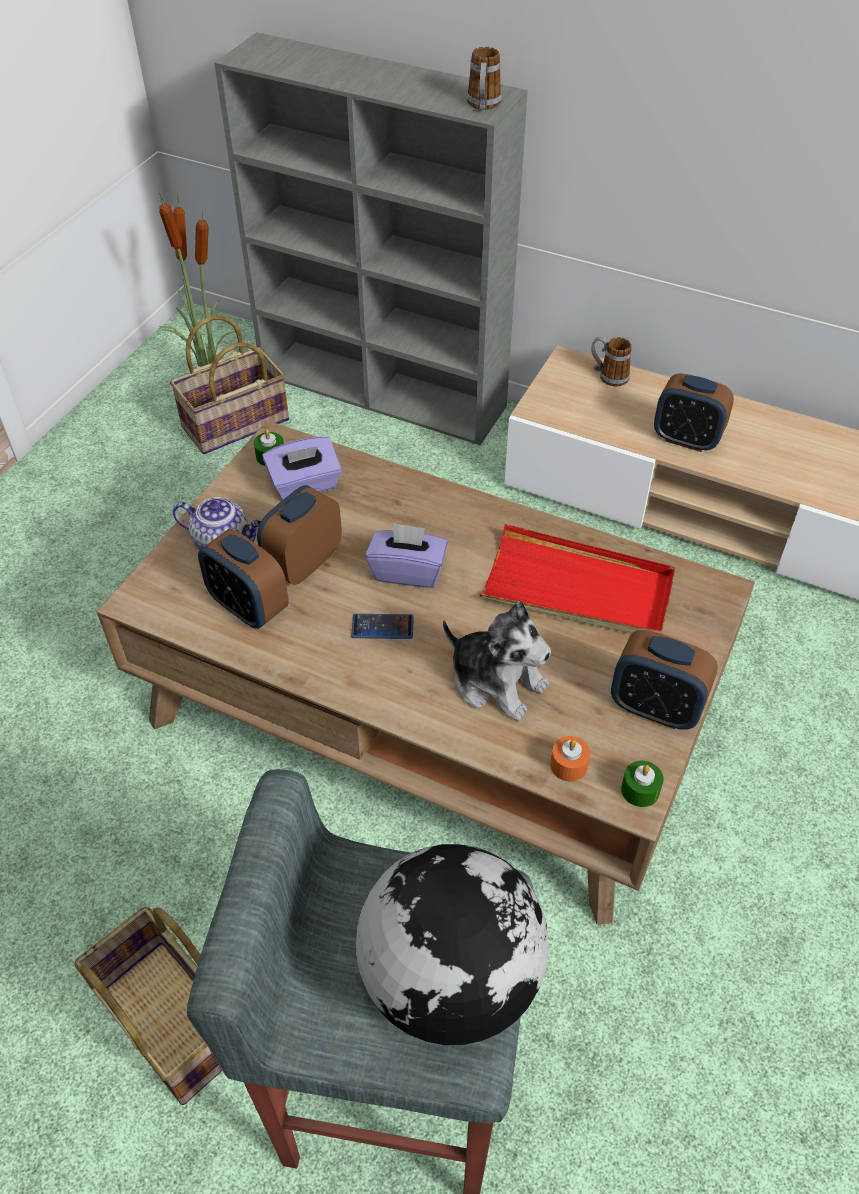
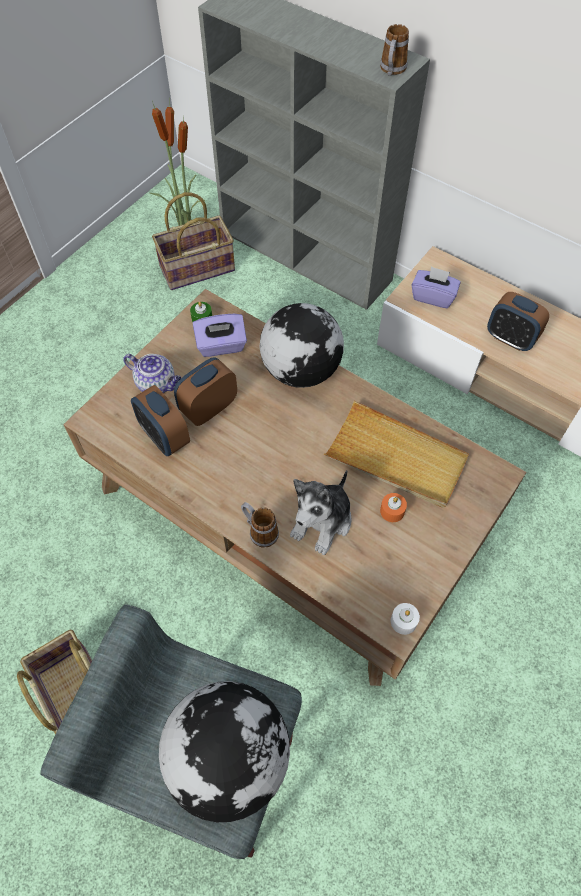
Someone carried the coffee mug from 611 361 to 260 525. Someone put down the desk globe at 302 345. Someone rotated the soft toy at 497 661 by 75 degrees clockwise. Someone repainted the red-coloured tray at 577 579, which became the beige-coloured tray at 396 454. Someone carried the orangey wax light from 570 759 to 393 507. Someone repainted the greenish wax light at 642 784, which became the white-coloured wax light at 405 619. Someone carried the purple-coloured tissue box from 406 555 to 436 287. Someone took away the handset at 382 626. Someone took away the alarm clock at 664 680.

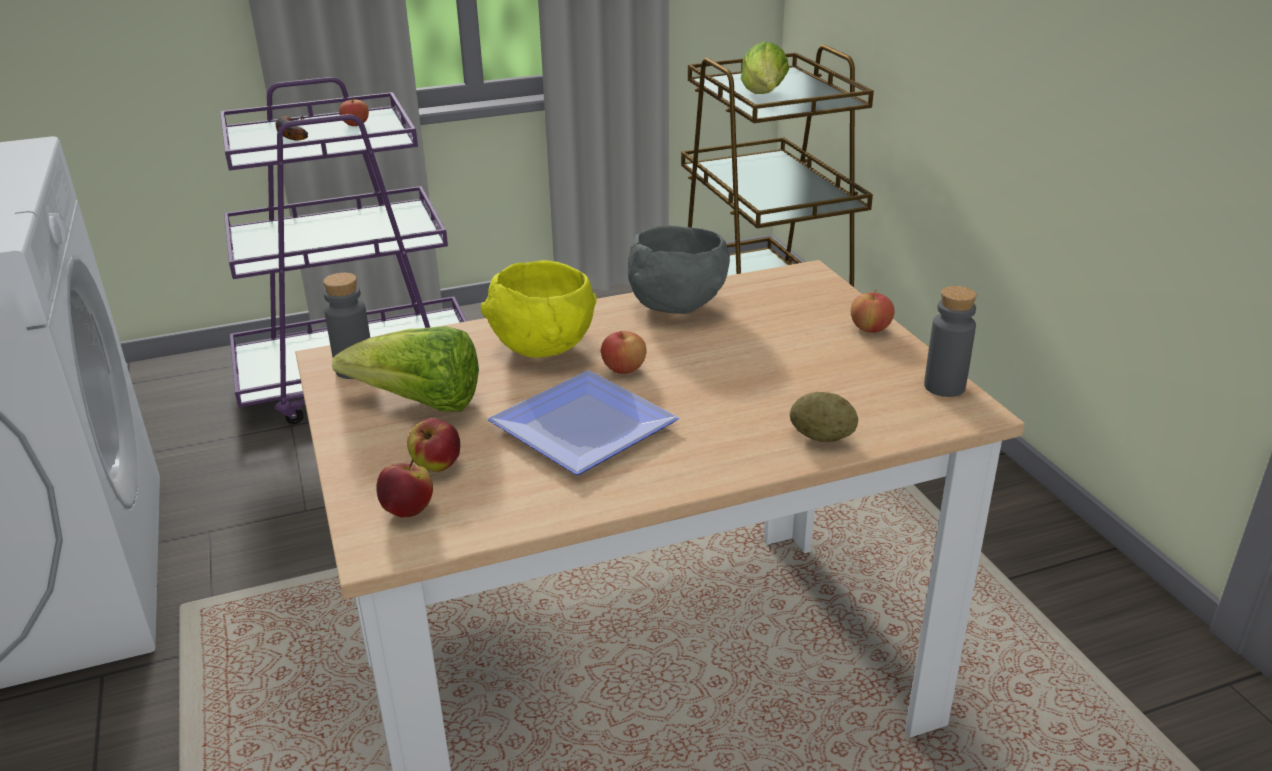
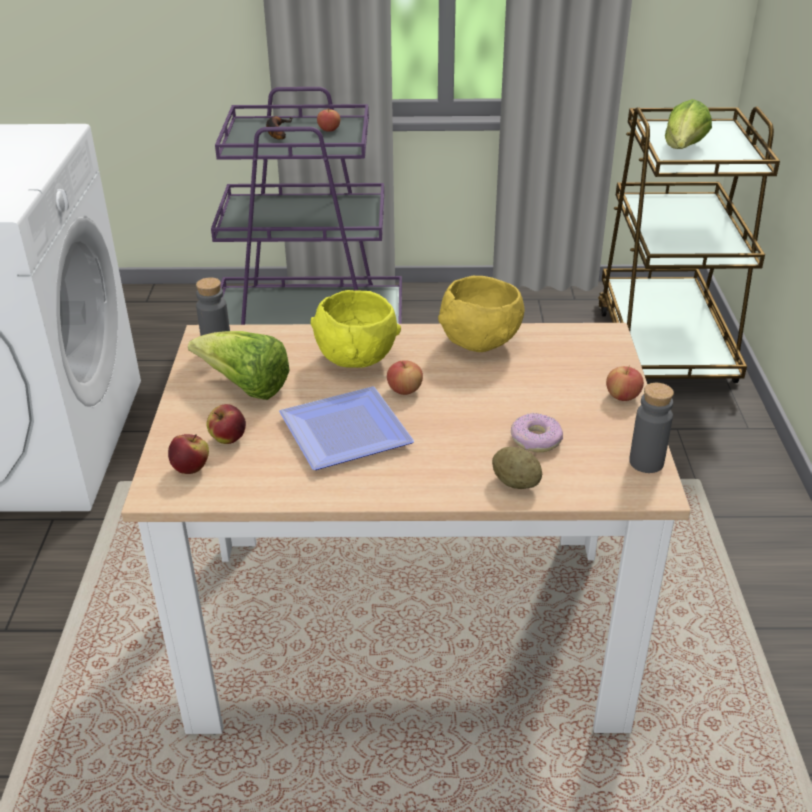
Someone repainted the greyish deep dish at 679 269, which became the yellow deep dish at 481 314. Someone put down the donut at 537 432.

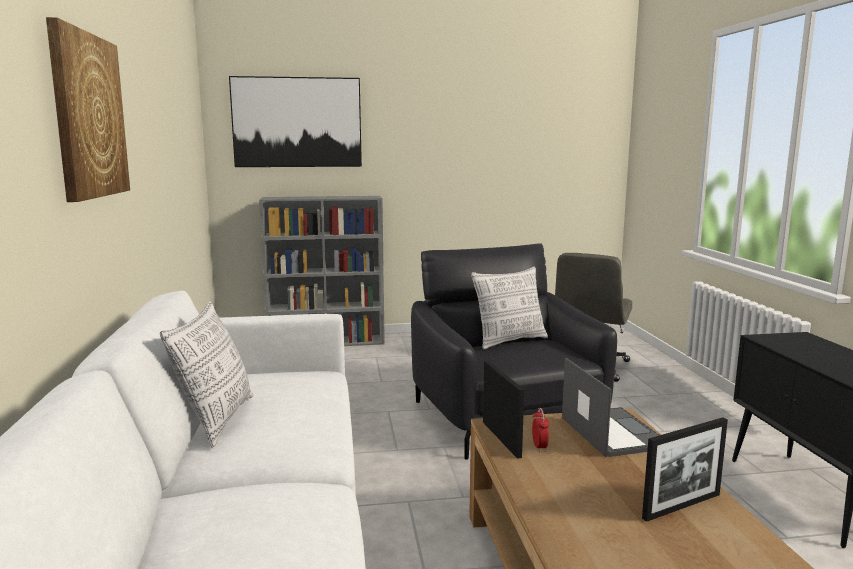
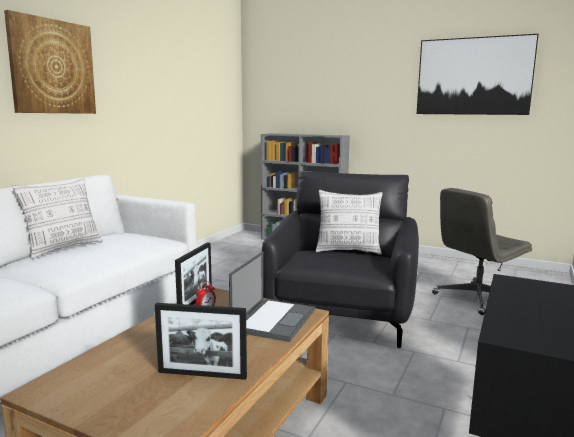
Someone carried the picture from 295 121 to 478 74.

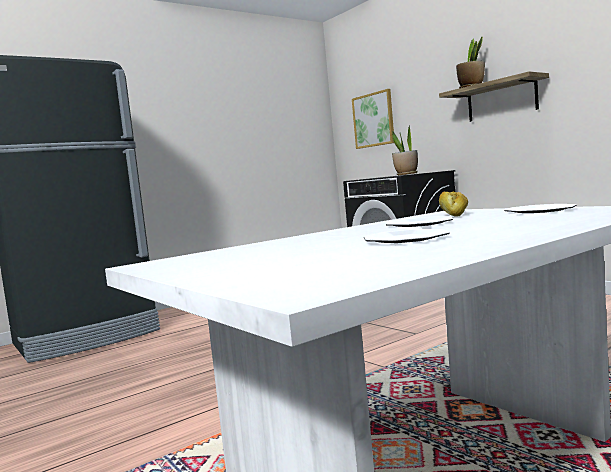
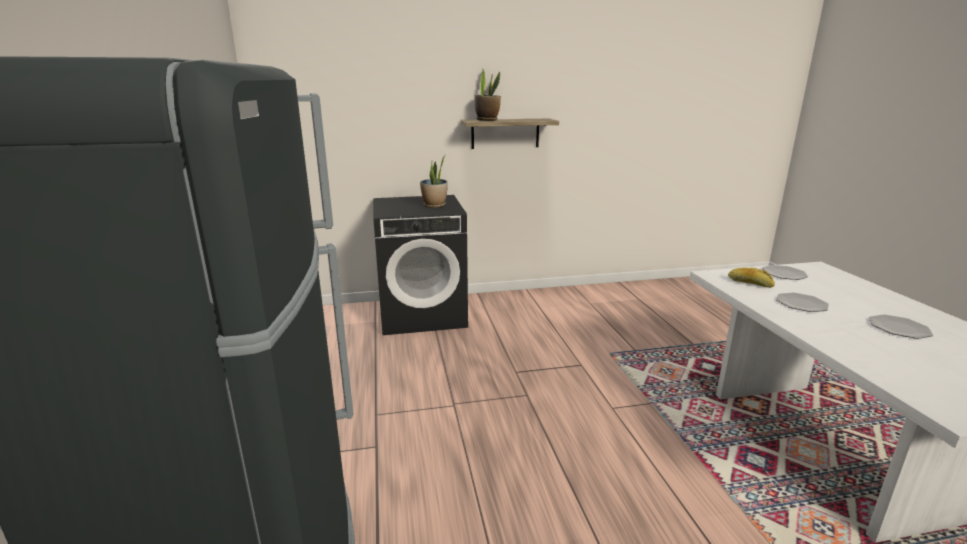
Someone took away the picture at 373 119.

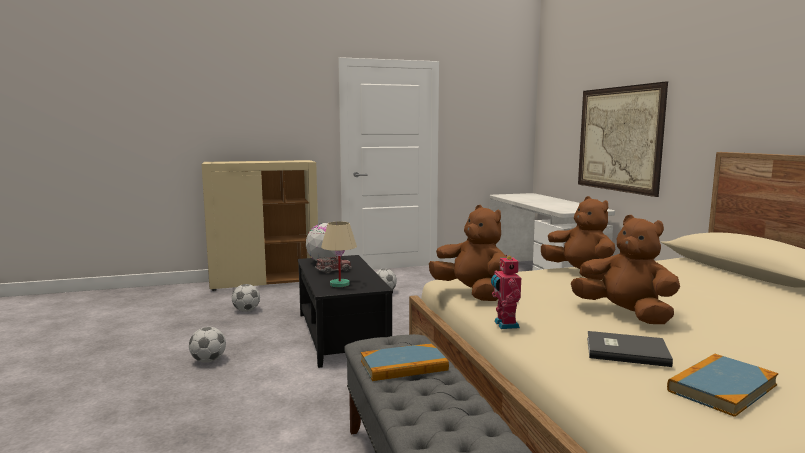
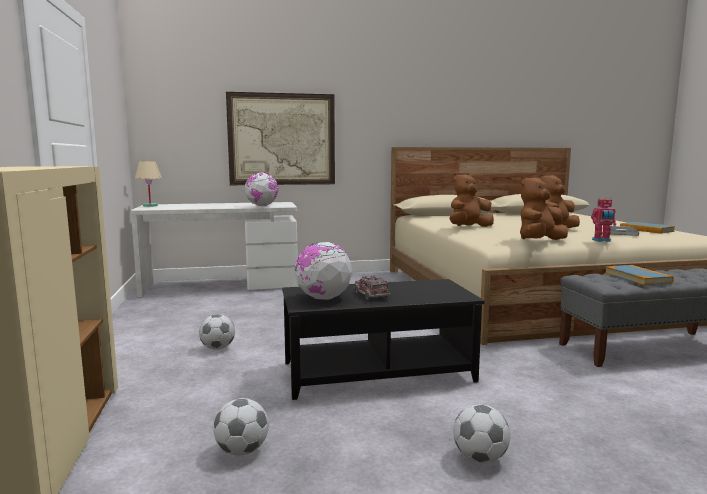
Someone carried the beige-coloured table lamp from 339 254 to 148 184. Someone put down the desk globe at 262 189.

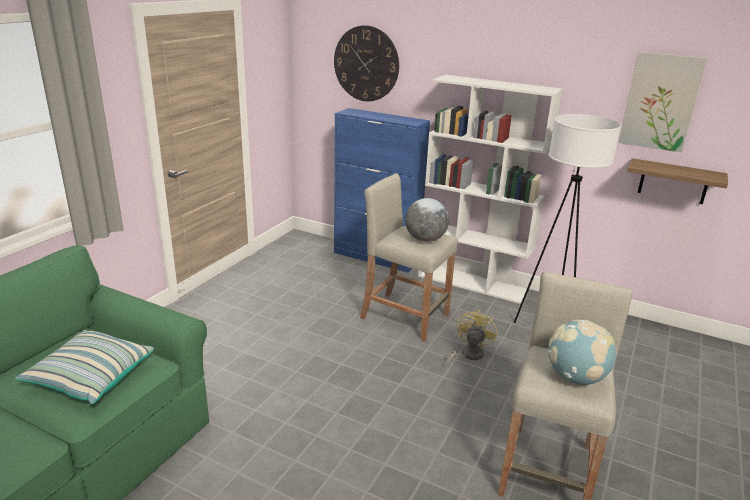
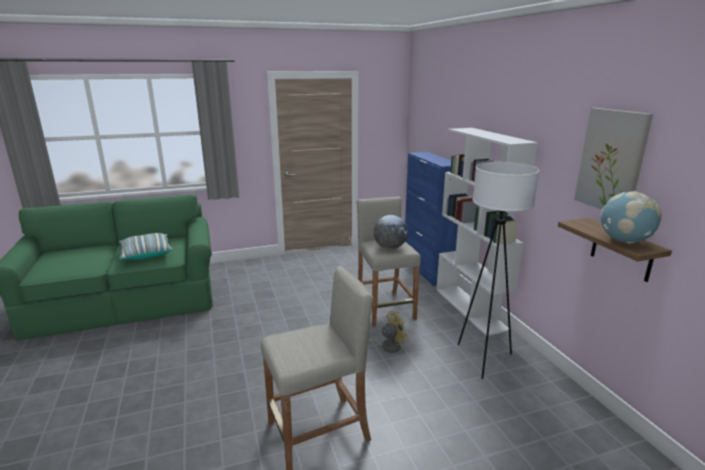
Someone carried the desk globe from 582 352 to 631 217. Someone took away the hanging clock at 366 63.

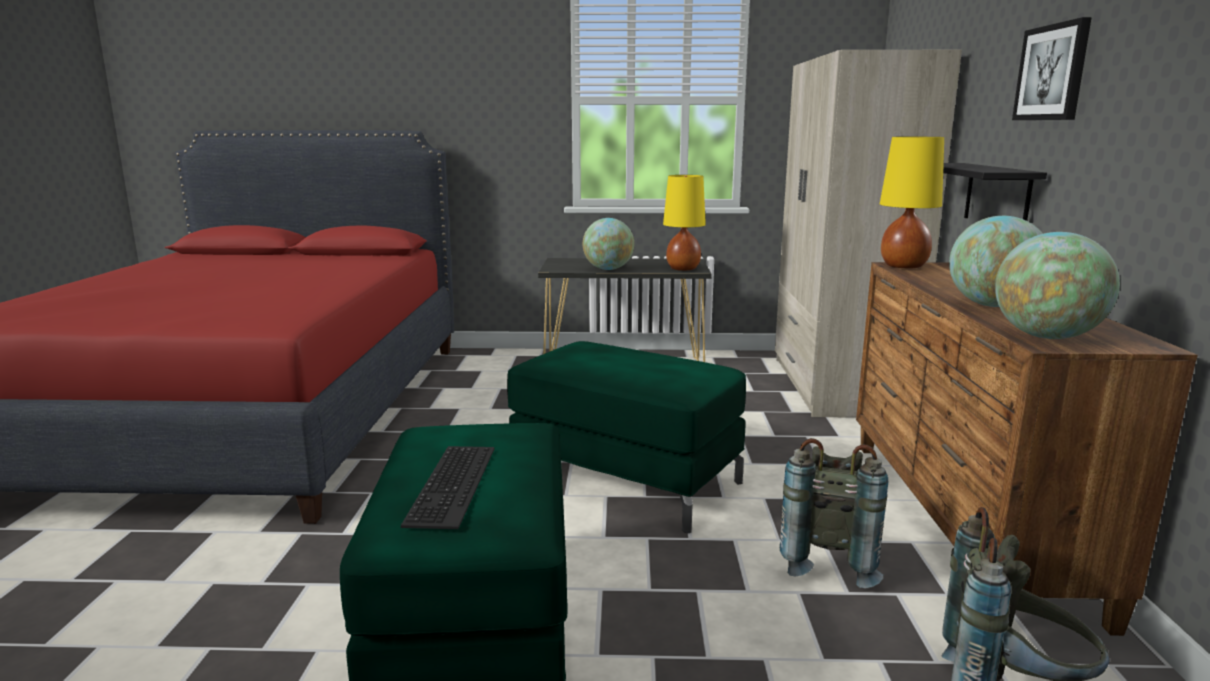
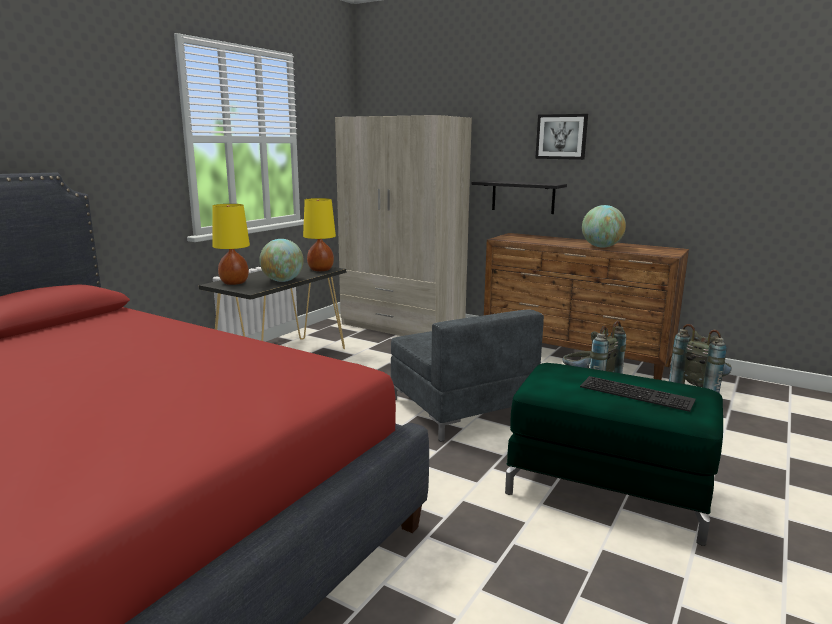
Someone carried the yellow table lamp from 912 202 to 231 244. Someone swapped the greenish footrest at 626 437 for the greyish lounge chair at 467 376. Someone took away the desk globe at 1057 285.

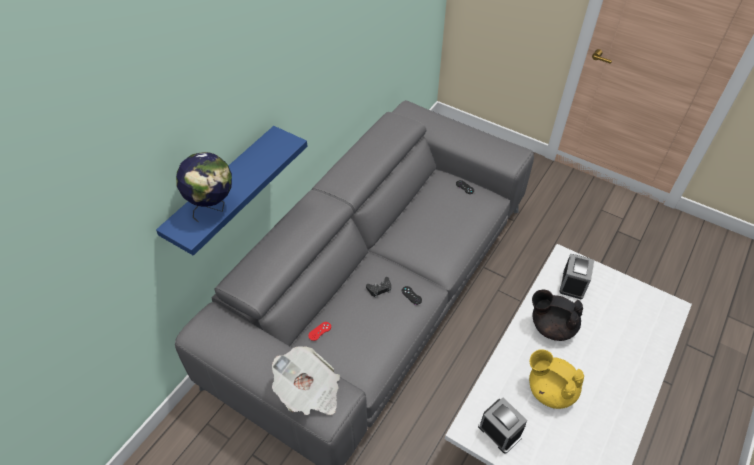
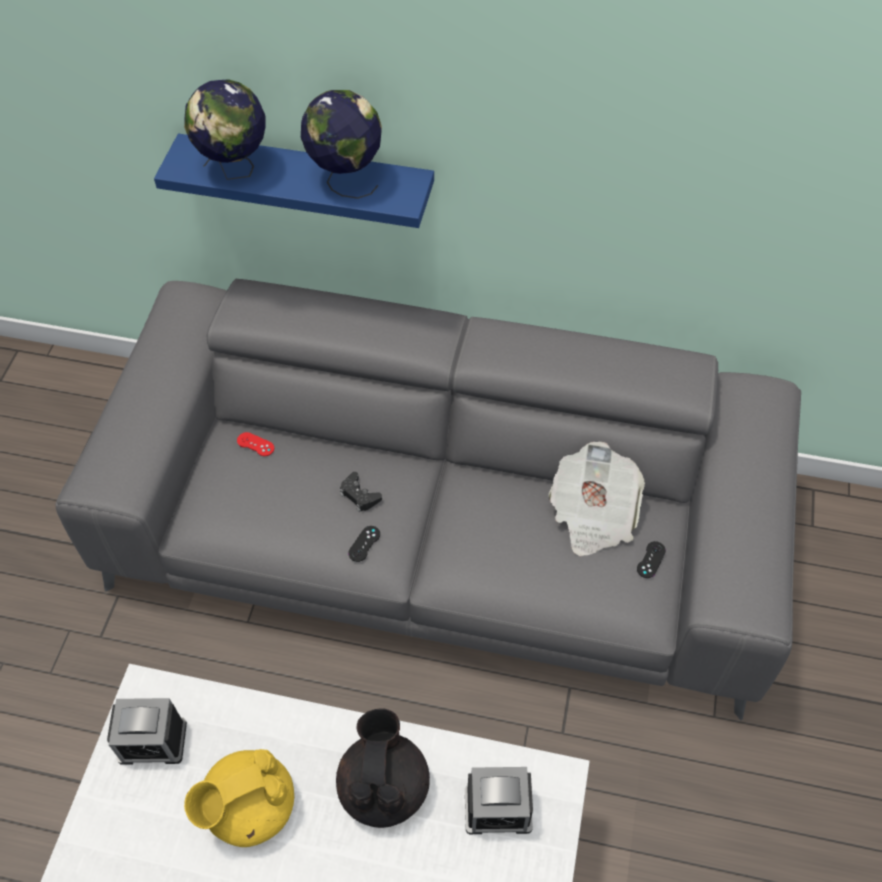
Someone rotated the alarm clock at 502 425 by 60 degrees clockwise. Someone rotated the yellow pot for tea at 556 379 by 135 degrees counterclockwise. Someone put down the desk globe at 341 144. Someone carried the printed paper from 306 380 to 597 498.

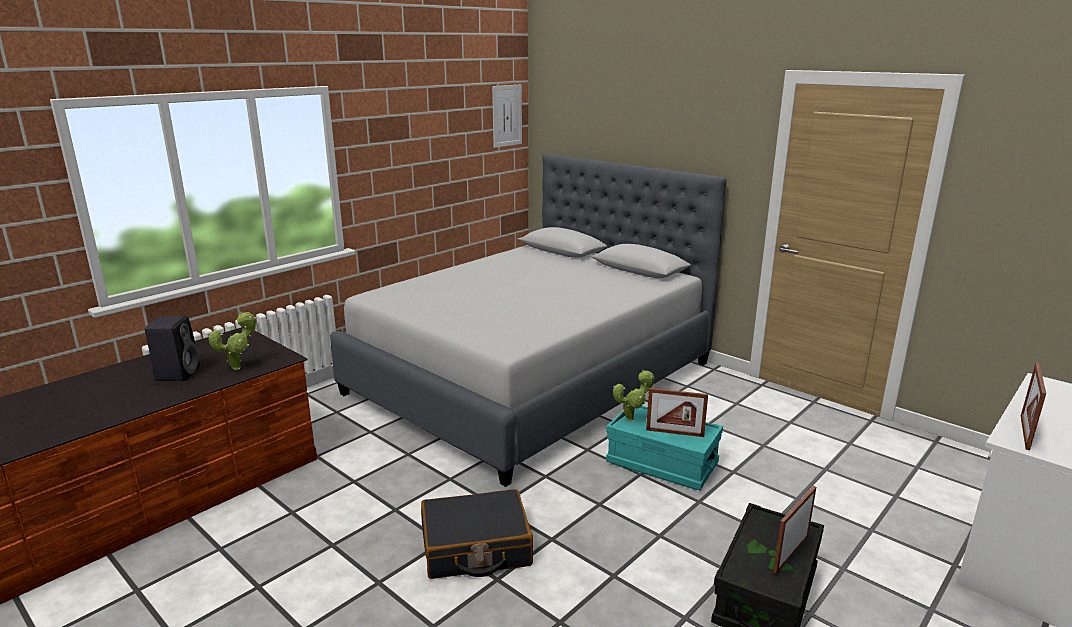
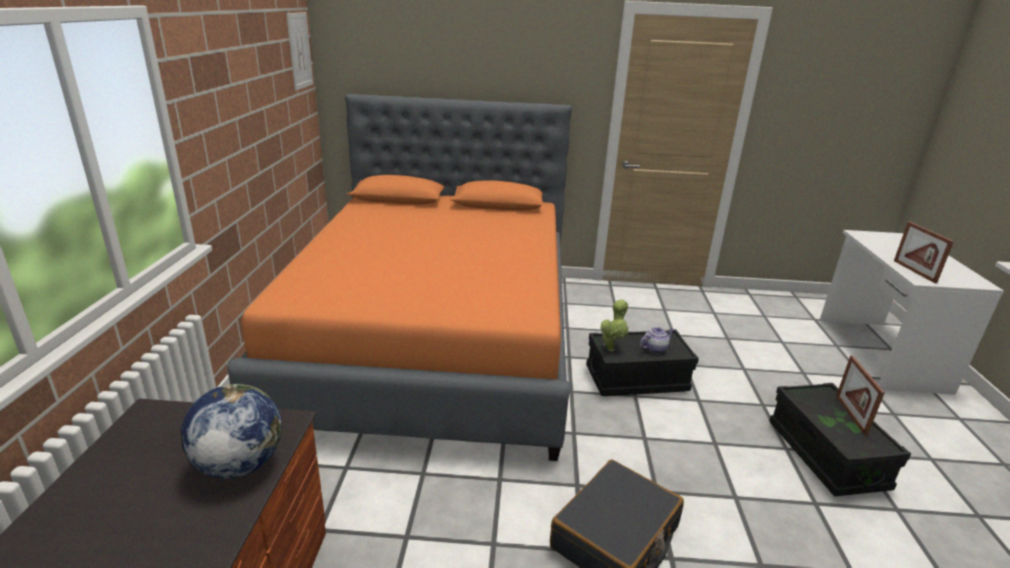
Someone swapped the houseplant at 232 341 for the desk globe at 231 431. Someone repainted the greyish bed at 528 320, which became the orangey bed at 399 277. Someone repainted the blue-green storage box at 664 448, which became the black storage box at 642 362. Someone swapped the photo frame at 677 412 for the pot for tea at 657 340. Someone took away the black speaker at 172 348.

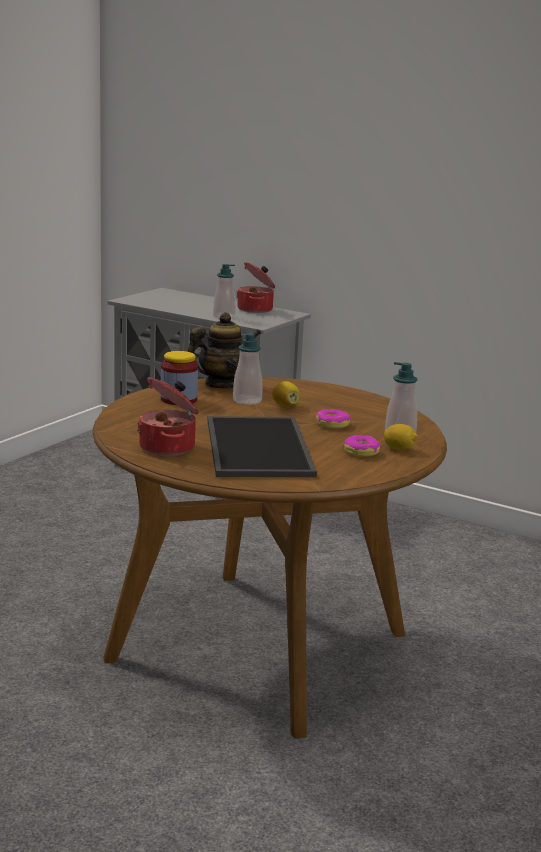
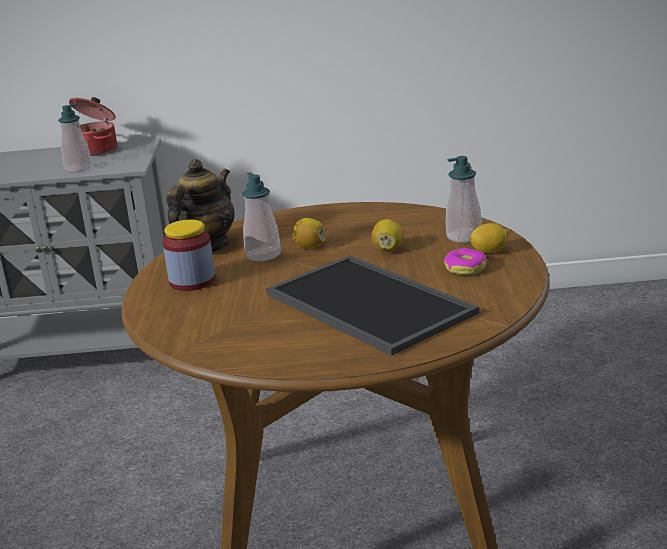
Someone swapped the donut at 333 419 for the whole lemon at 387 235. Someone took away the saucepot at 168 416.

